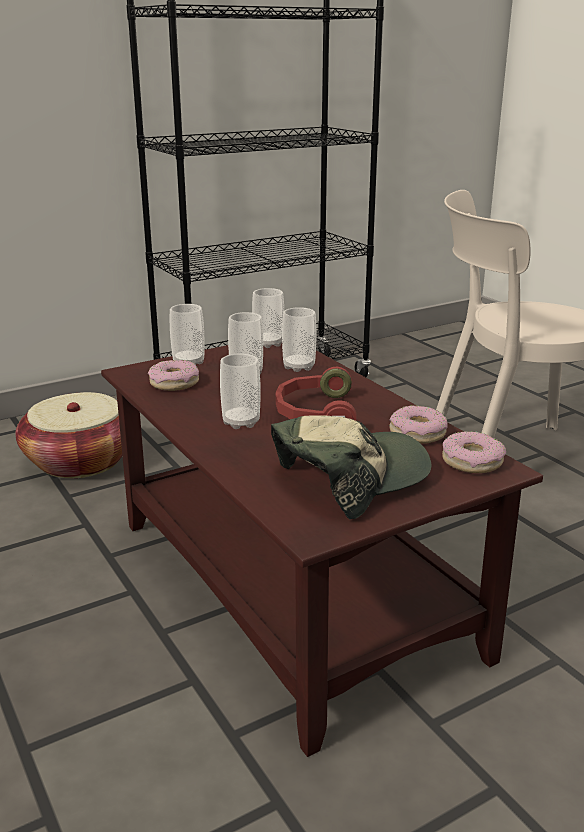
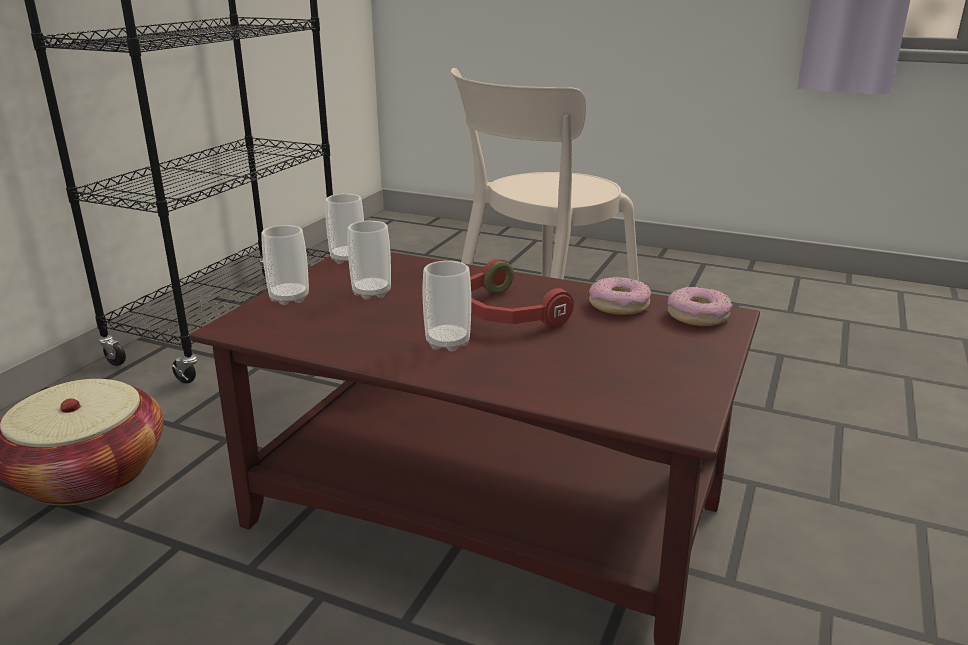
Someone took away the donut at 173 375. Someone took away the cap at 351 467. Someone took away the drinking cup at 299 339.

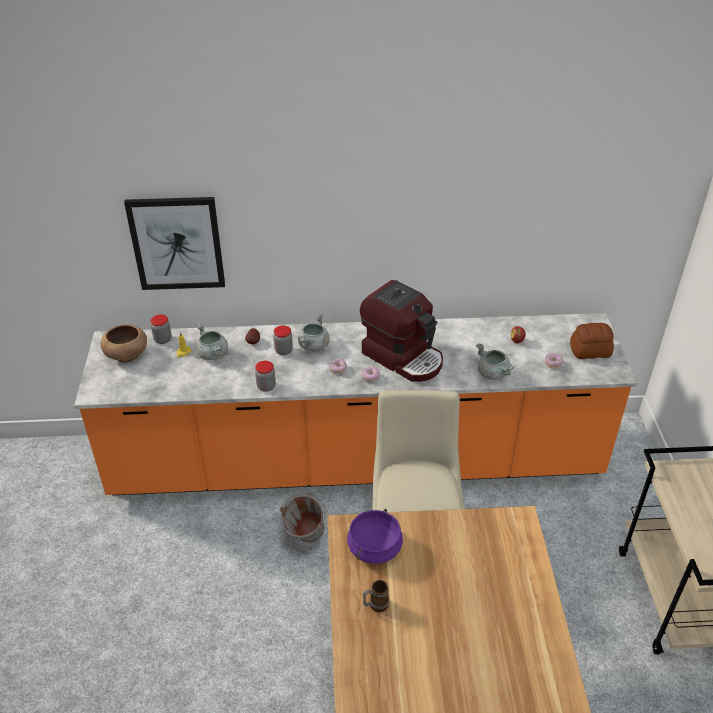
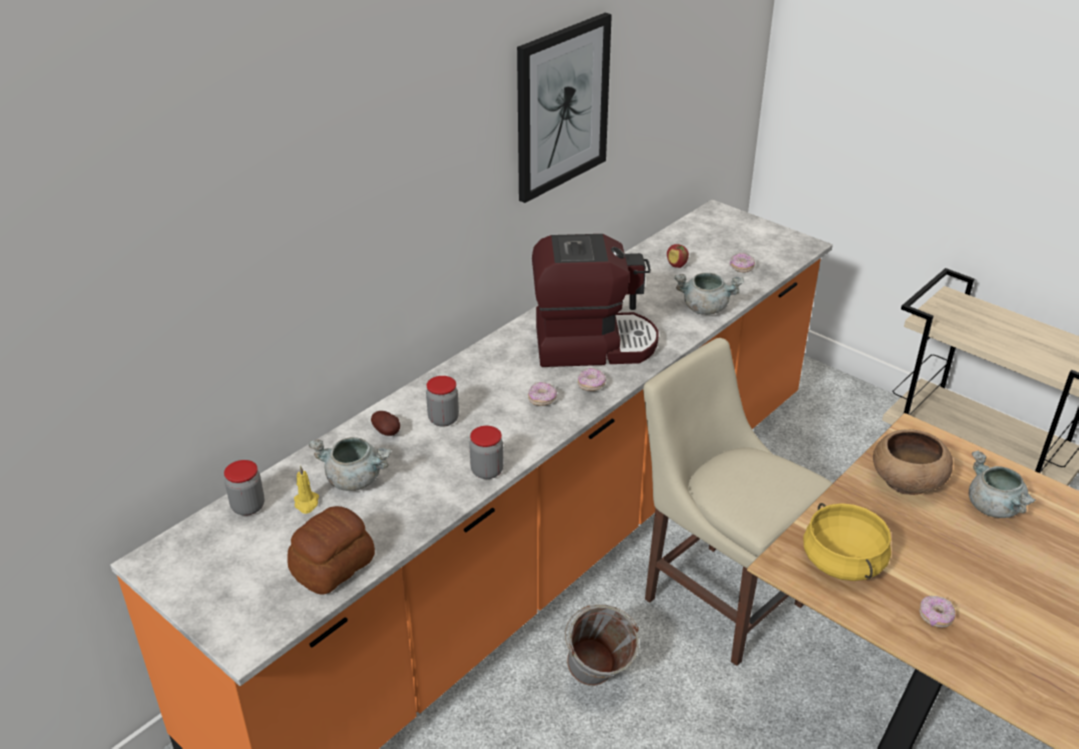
Someone carried the bakery bread from 592 341 to 331 550. Someone carried the picture from 174 243 to 564 108. Someone repainted the purple-coloured saucepot at 375 536, which became the yellow saucepot at 847 542. Someone carried the brownish deep dish from 123 343 to 913 462. Someone swapped the coffee mug at 376 596 for the donut at 937 612. Someone carried the greyish saucepot from 313 332 to 1002 484.

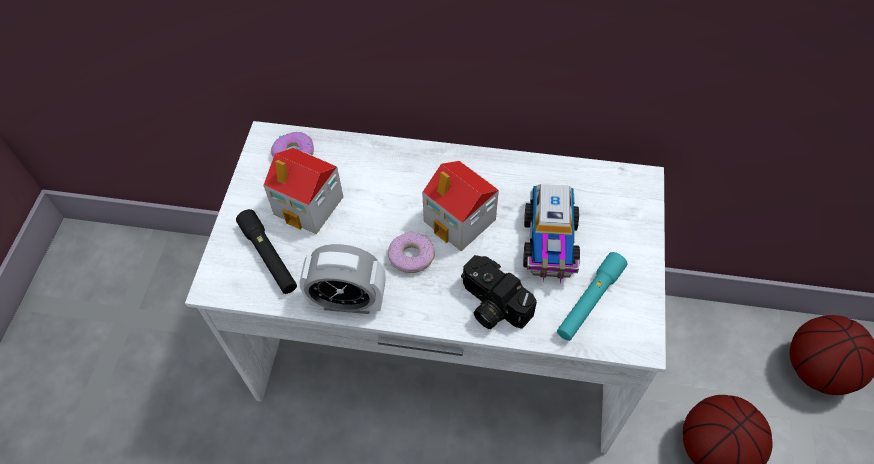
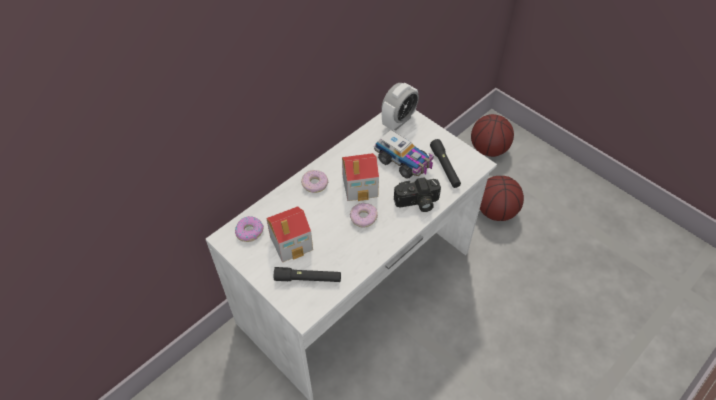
Someone put down the donut at 314 181. Someone carried the alarm clock from 342 279 to 400 107. Someone repainted the blue-green torch at 592 296, which became the black torch at 445 163.

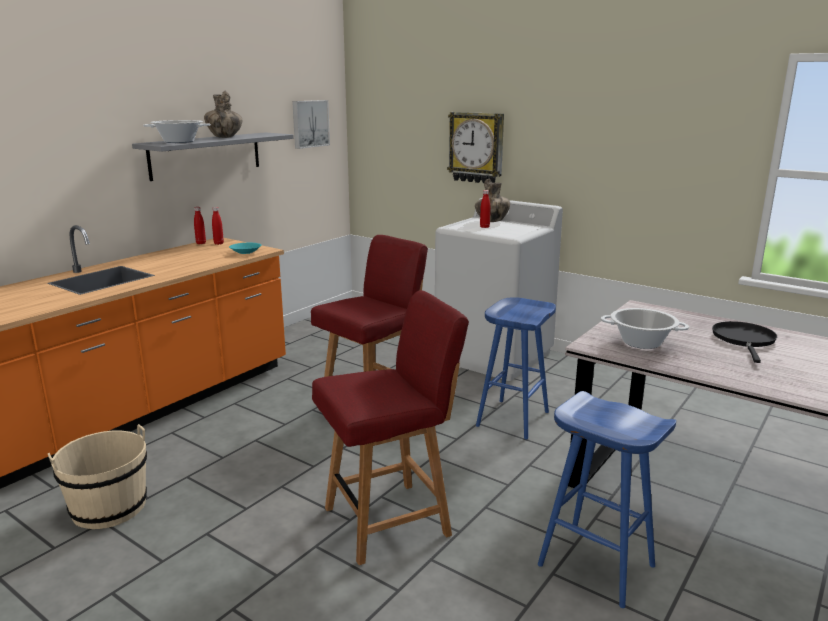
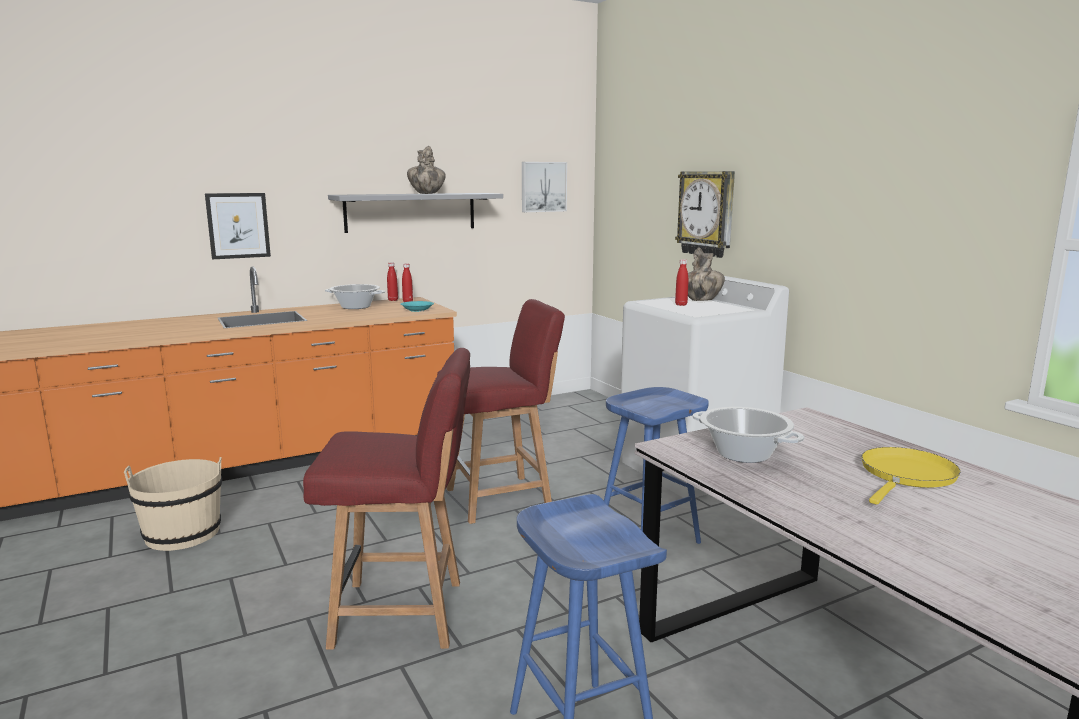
Someone put up the picture at 238 226. Someone carried the saucepot from 177 131 to 355 296. Someone repainted the black skillet at 744 342, which became the yellow skillet at 911 476.

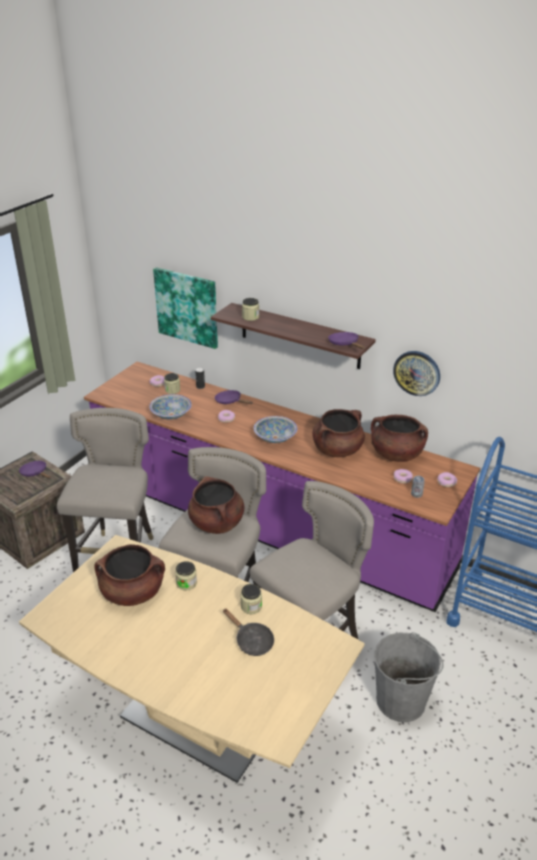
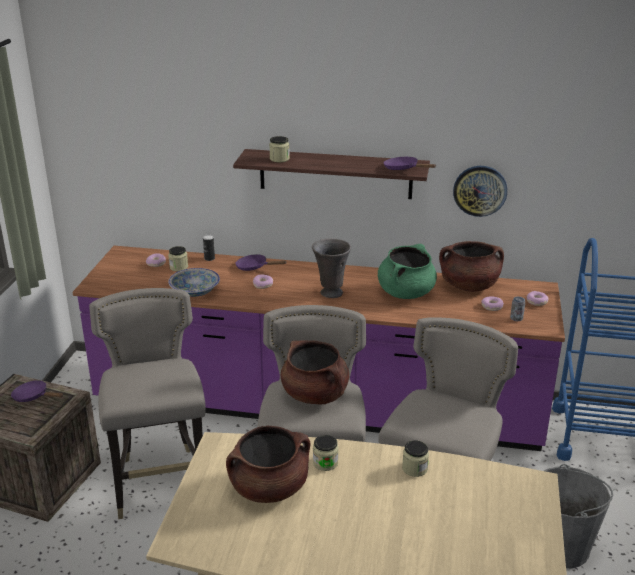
Someone swapped the deep dish at 275 429 for the greyish flower vase at 331 268. Someone repainted the brownish saucepot at 338 433, which became the greenish saucepot at 407 271. Someone took away the picture at 185 308. Someone took away the black skillet at 248 632.

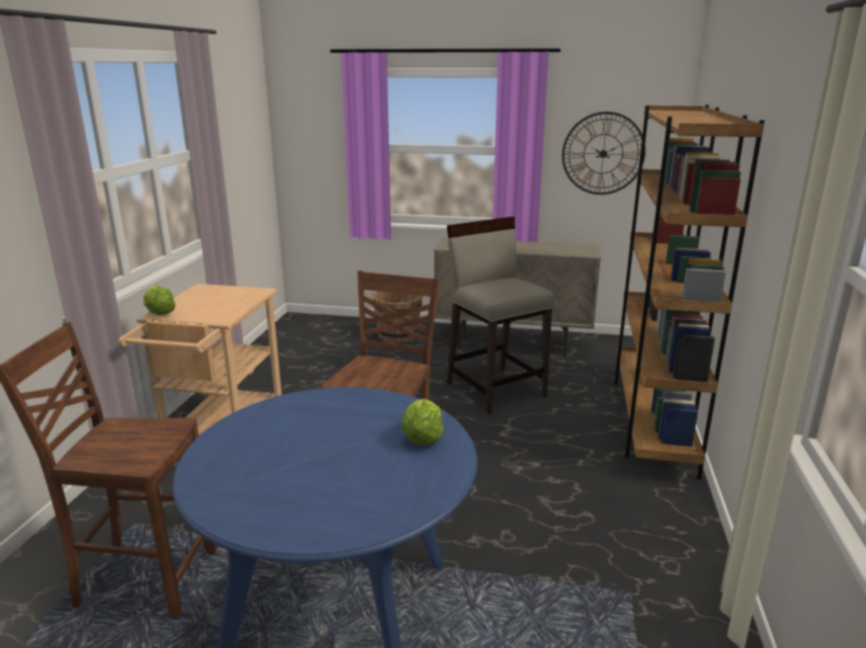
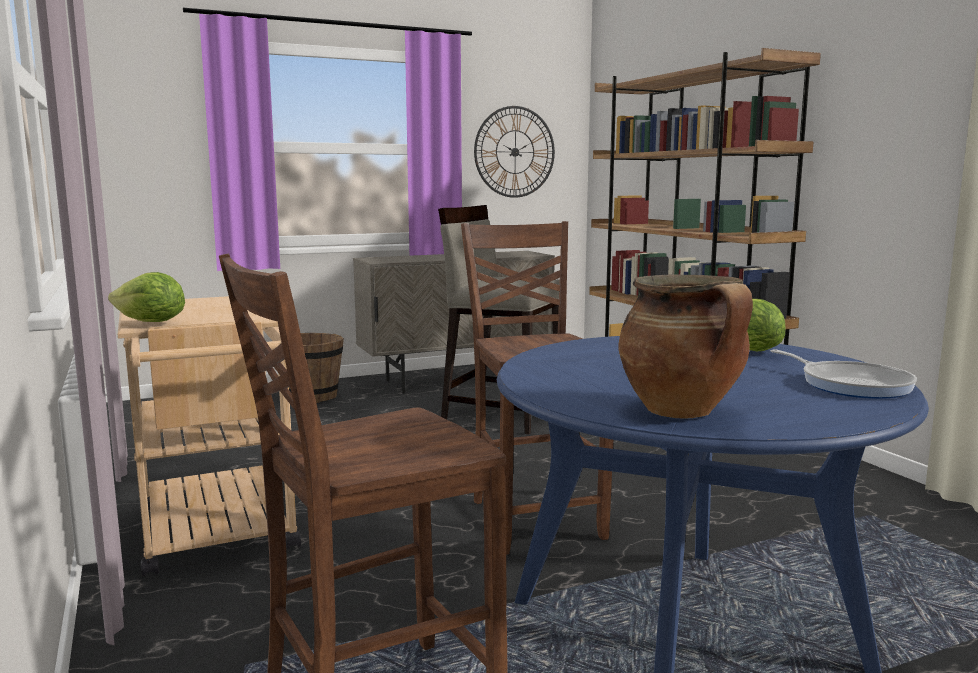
Someone put down the saucepot at 686 347. Someone put down the skillet at 844 374.

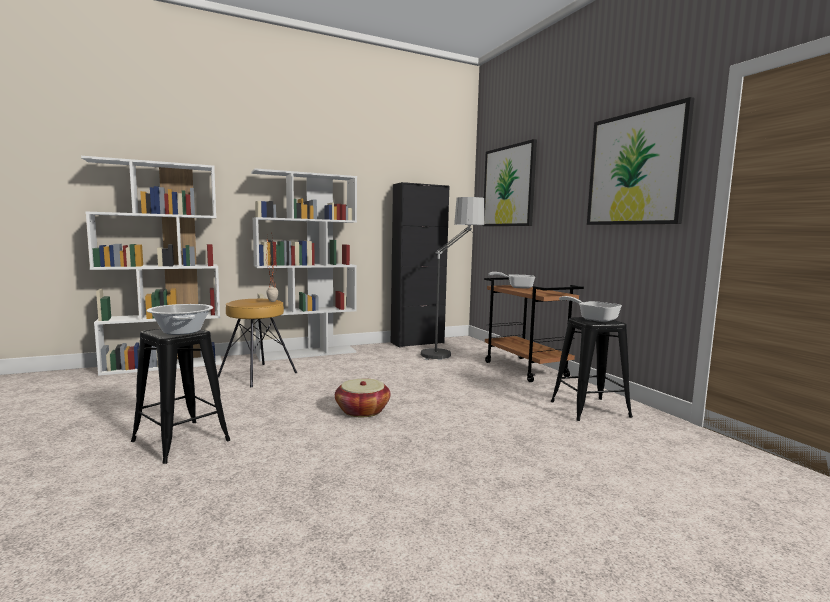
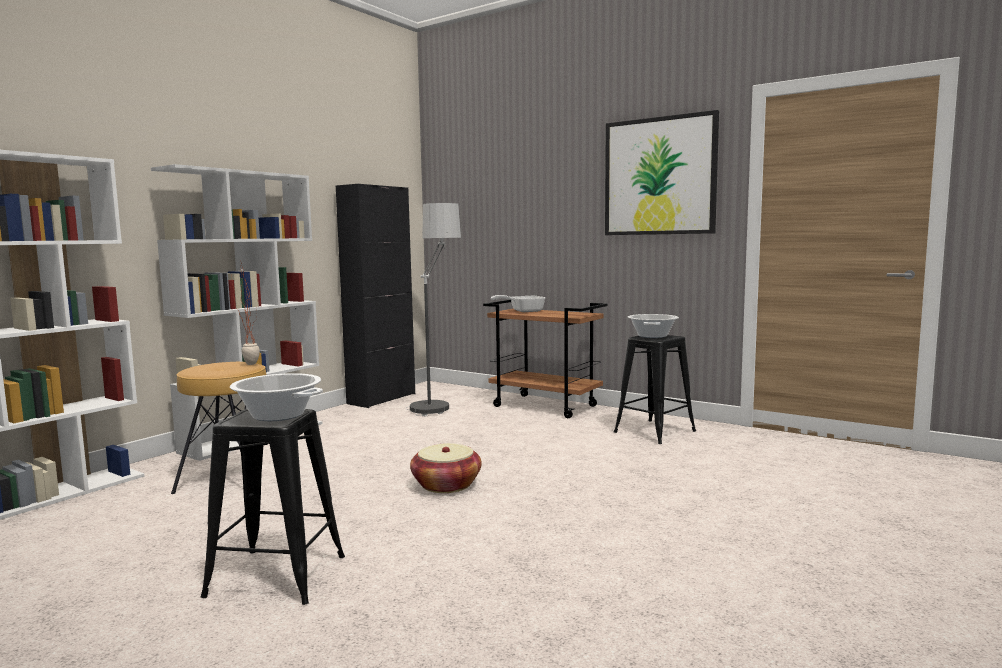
Someone swapped the skillet at 590 309 for the saucepot at 653 326. Someone took away the picture at 510 182.

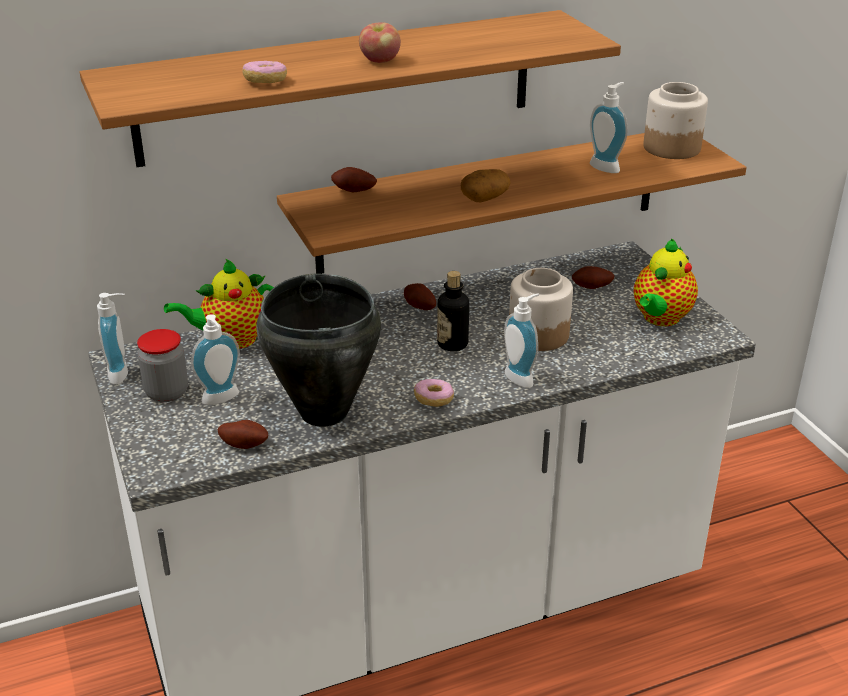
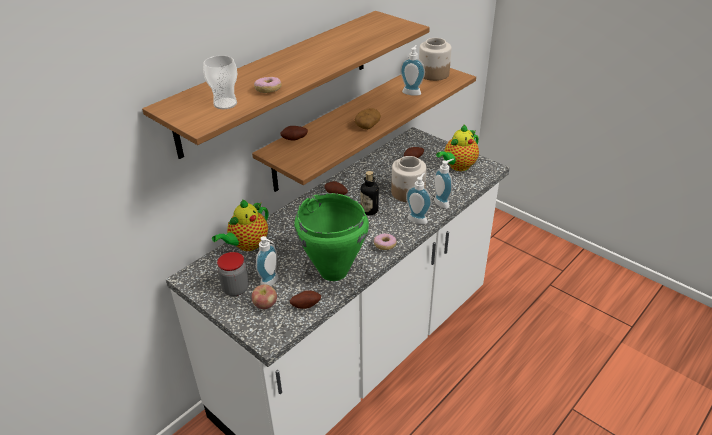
Someone put down the drinking cup at 220 82. Someone carried the apple fruit from 380 42 to 264 296. Someone repainted the black saucepot at 318 350, which became the greenish saucepot at 331 237. Someone carried the liquid soap bottle from 112 339 to 444 184. Someone rotated the pot for tea at 666 282 by 45 degrees clockwise.

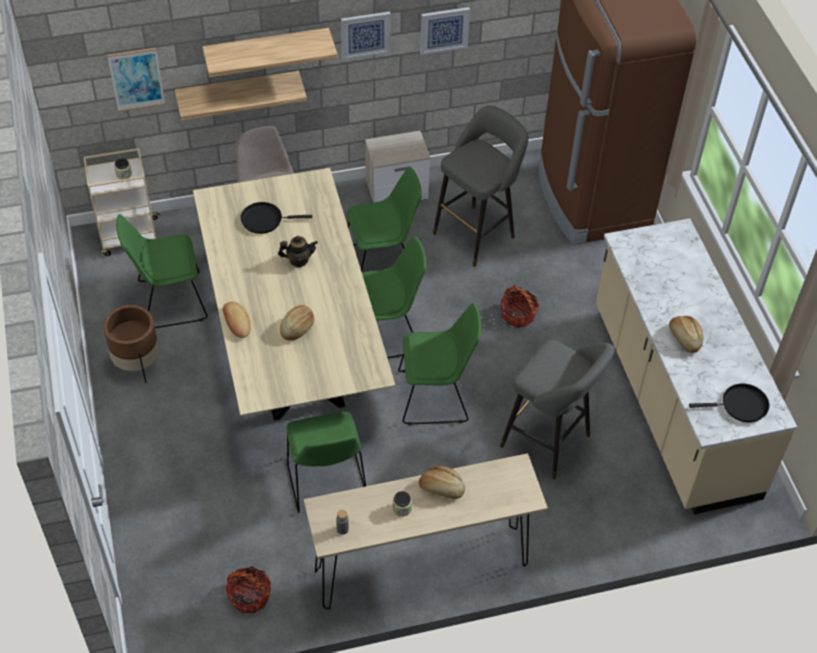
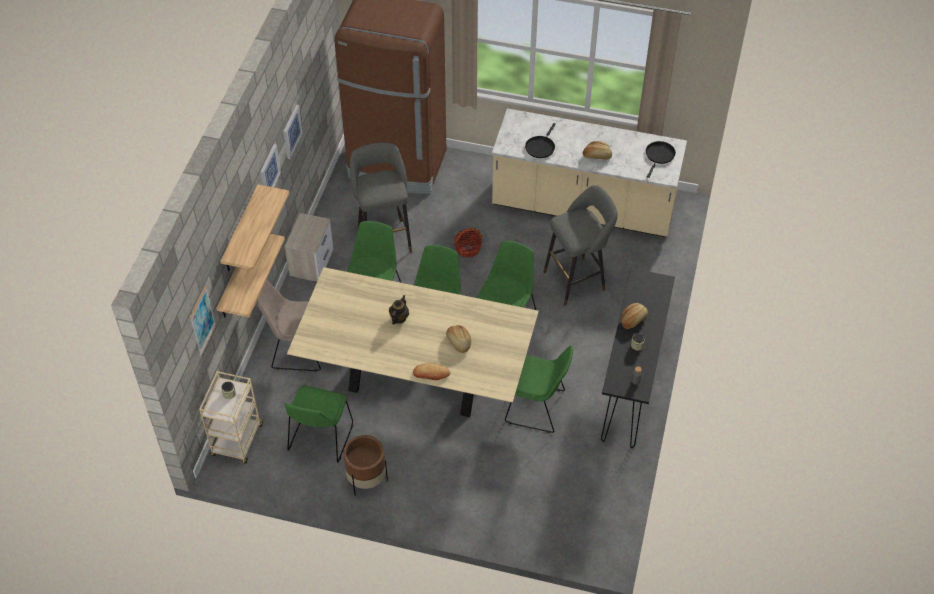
Someone carried the black skillet from 276 218 to 540 140. Someone repainted the beige-coloured narrow table at 426 531, which became the black narrow table at 638 358. Someone took away the household basket at 248 589.

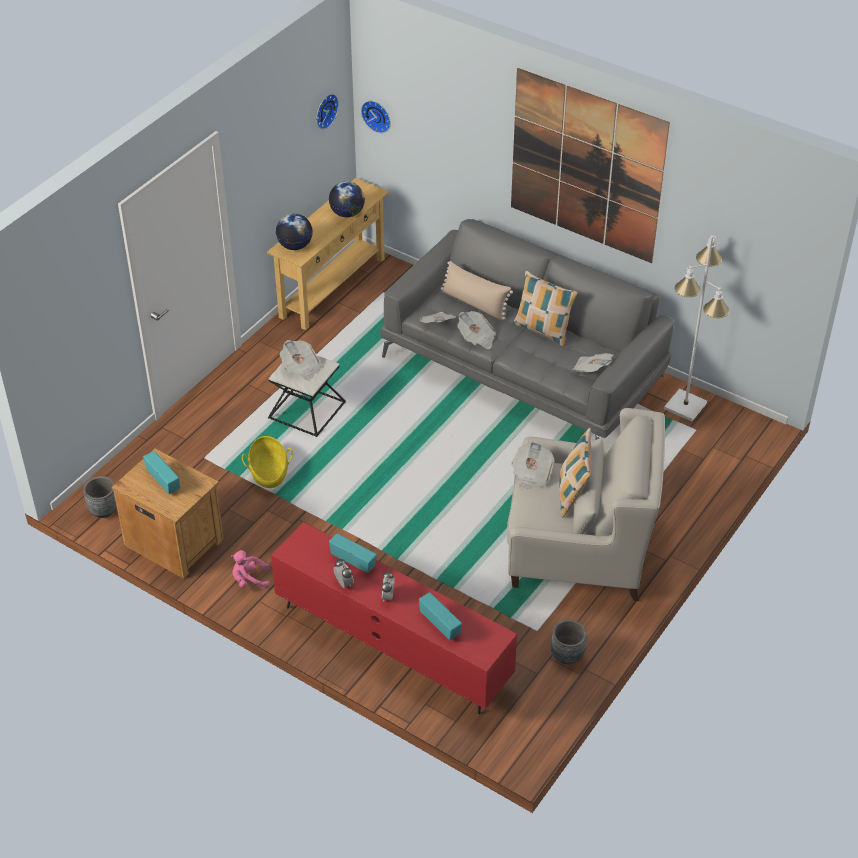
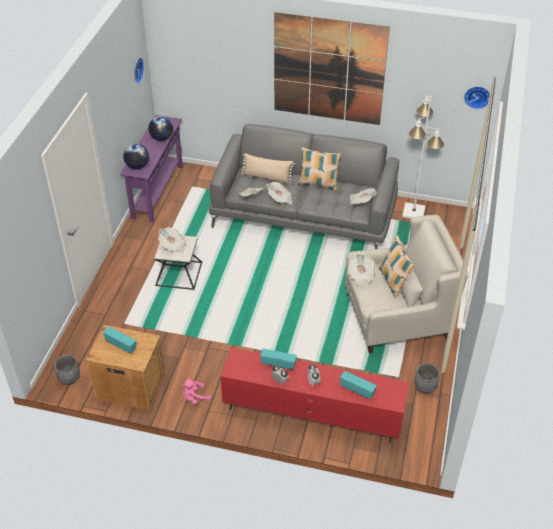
Someone repainted the beige-coloured narrow table at 328 254, which became the purple-coloured narrow table at 151 169. Someone carried the hanging clock from 376 117 to 477 97. Someone took away the household basket at 267 462.

